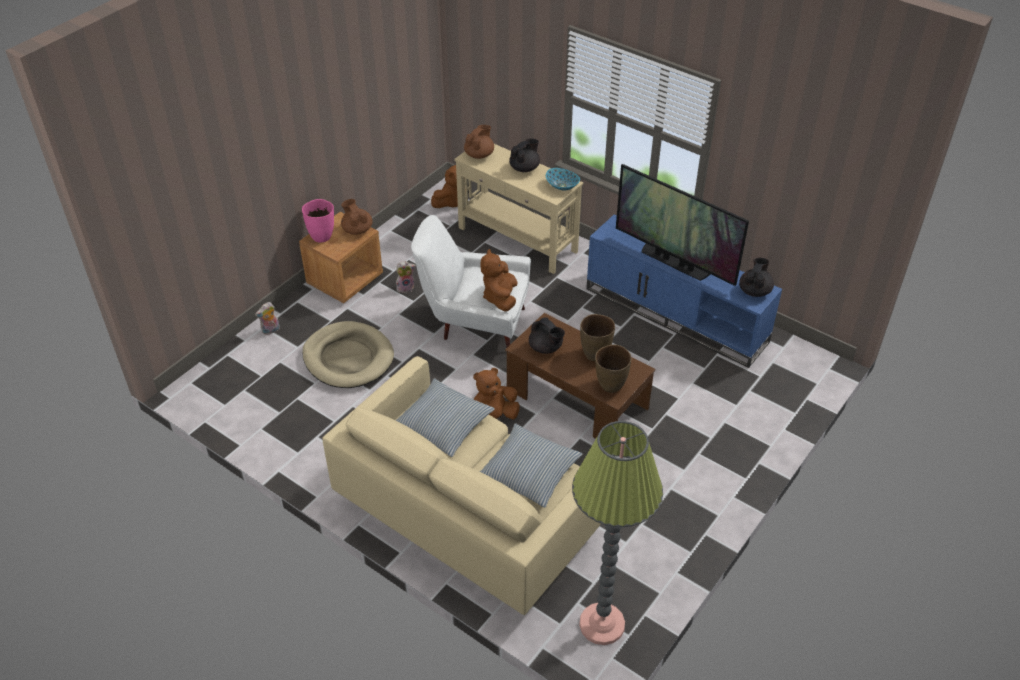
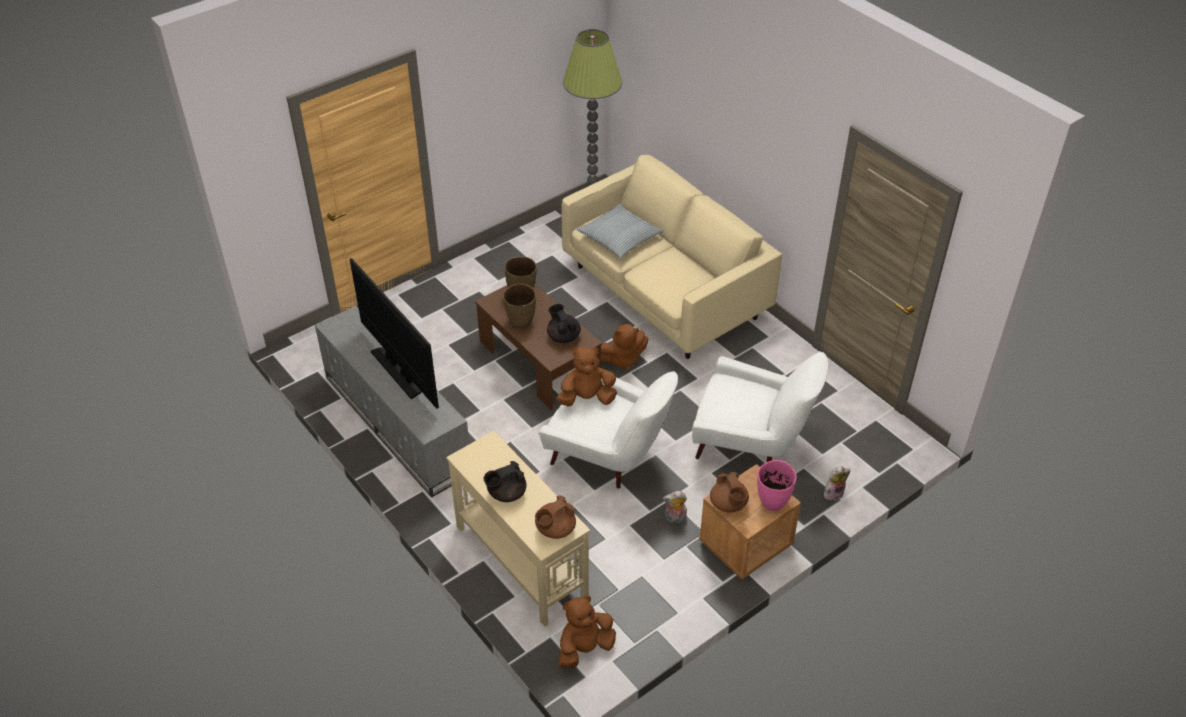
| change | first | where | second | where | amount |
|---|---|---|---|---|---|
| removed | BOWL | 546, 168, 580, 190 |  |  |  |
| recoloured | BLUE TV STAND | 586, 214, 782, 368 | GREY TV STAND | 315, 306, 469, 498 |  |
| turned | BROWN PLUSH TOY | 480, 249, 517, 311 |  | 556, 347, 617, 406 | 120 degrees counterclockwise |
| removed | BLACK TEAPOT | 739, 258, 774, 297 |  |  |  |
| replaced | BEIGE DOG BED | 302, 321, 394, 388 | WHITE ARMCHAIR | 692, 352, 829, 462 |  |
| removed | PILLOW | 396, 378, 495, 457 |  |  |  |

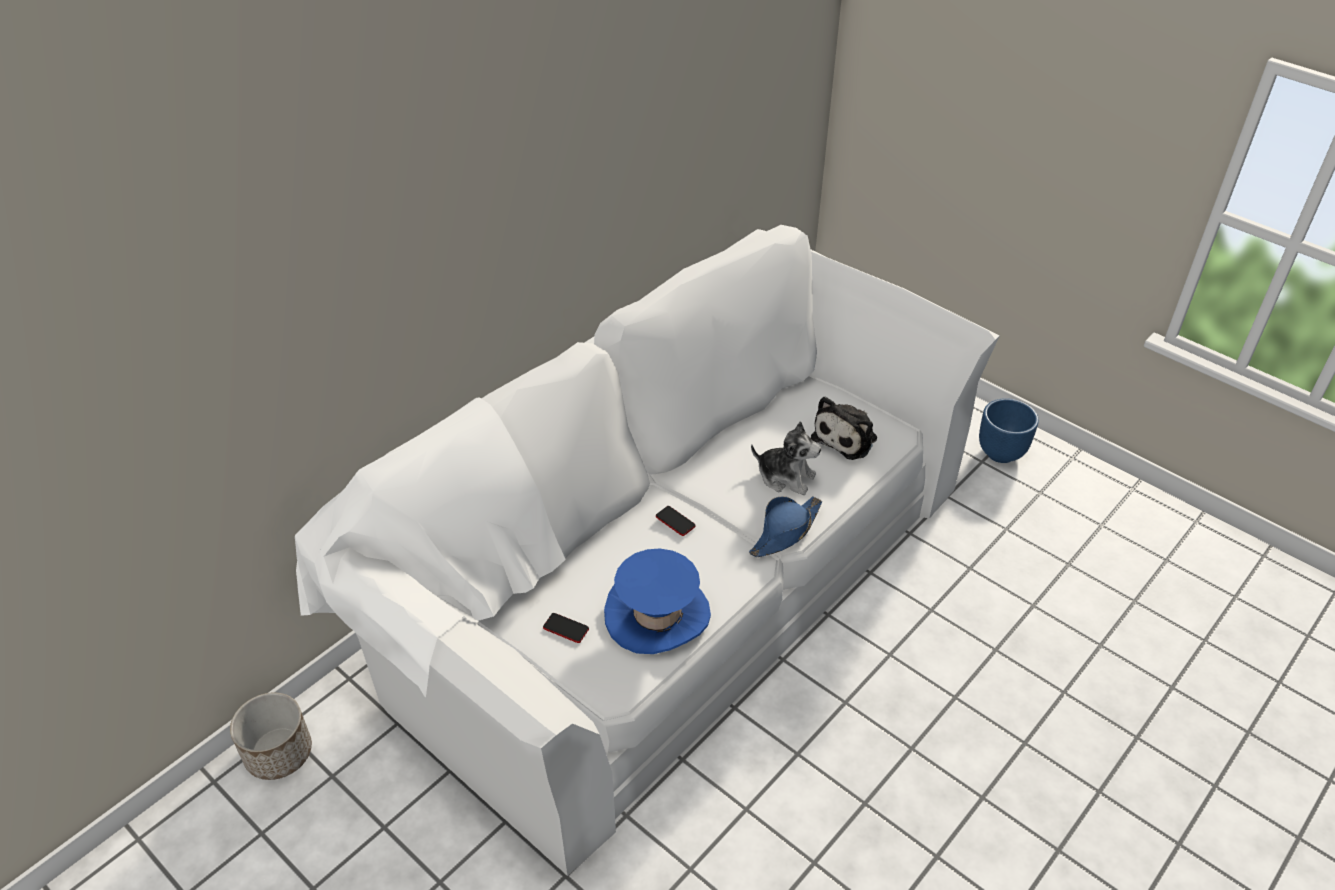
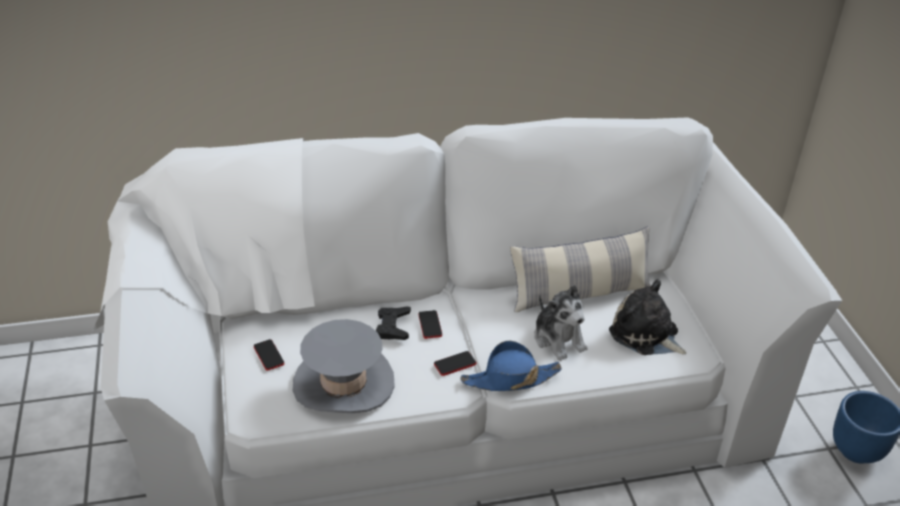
| change | first | where | second | where | amount |
|---|---|---|---|---|---|
| turned | PLUSH TOY | 811, 396, 877, 460 |  | 609, 279, 689, 355 | 60 degrees clockwise |
| recoloured | BLUE HAT | 604, 549, 711, 654 | GREY HAT | 293, 319, 395, 413 |  |
| removed | PLANTER | 230, 693, 312, 780 |  |  |  |
| added |  |  | PILLOW | 510, 226, 651, 312 |  |
| added |  |  | BLACK GAME CONTROLLER | 376, 306, 411, 340 |  |
| added |  |  | PHONE | 434, 351, 476, 376 |  |

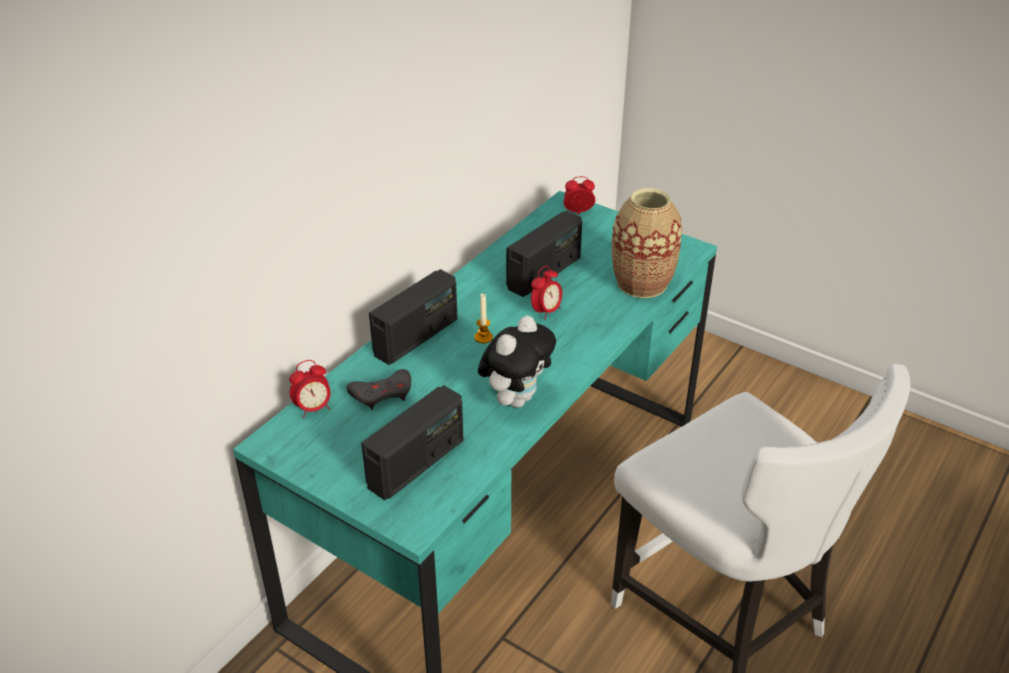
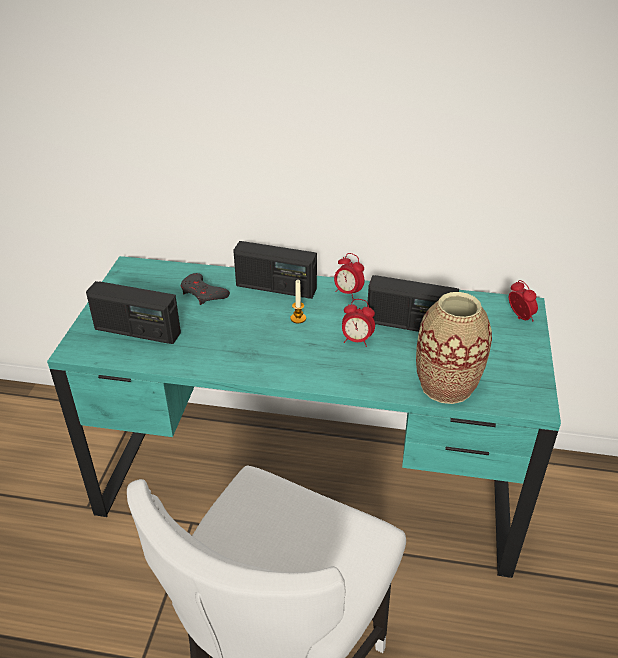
| change | first | where | second | where | amount |
|---|---|---|---|---|---|
| removed | PLUSH TOY | 478, 315, 556, 408 |  |  |  |
| moved | ALARM CLOCK | 289, 360, 331, 418 |  | 334, 253, 364, 299 |  |

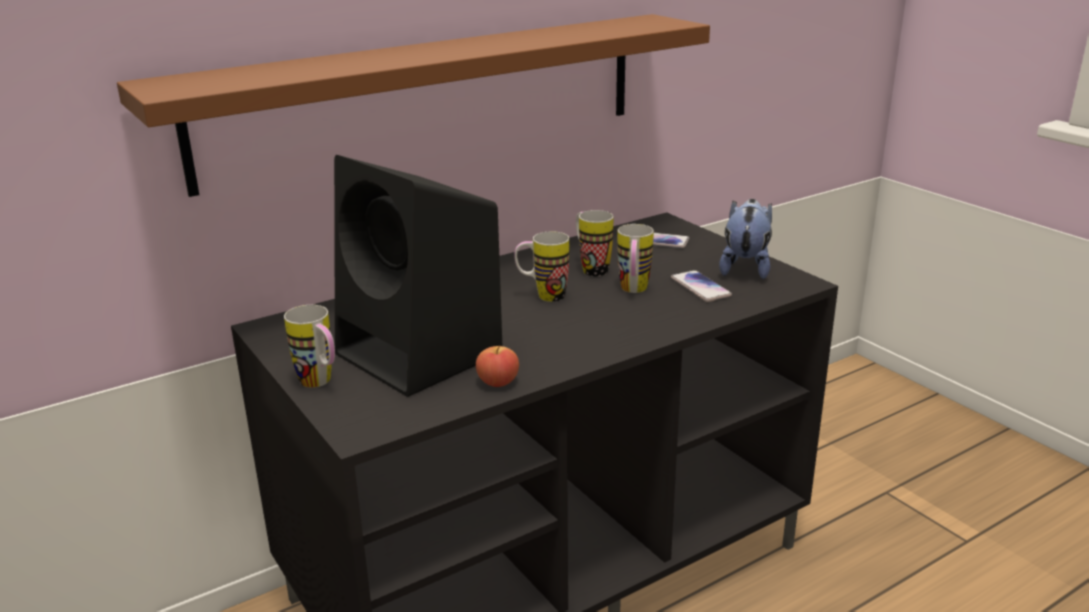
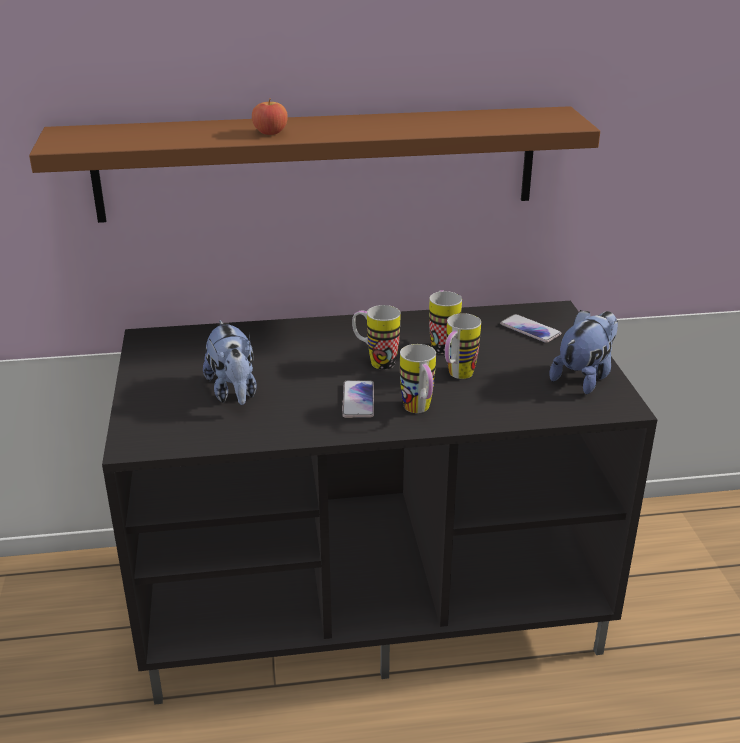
| change | first | where | second | where | amount |
|---|---|---|---|---|---|
| replaced | BLACK SPEAKER | 334, 155, 502, 397 | PLUSH TOY | 203, 320, 257, 405 |  |
| moved | PHONE | 671, 270, 732, 302 |  | 342, 381, 374, 418 |  |
| moved | MUG | 284, 305, 335, 388 |  | 400, 344, 436, 413 |  |
| moved | APPLE | 476, 346, 519, 387 |  | 252, 98, 288, 135 |  |

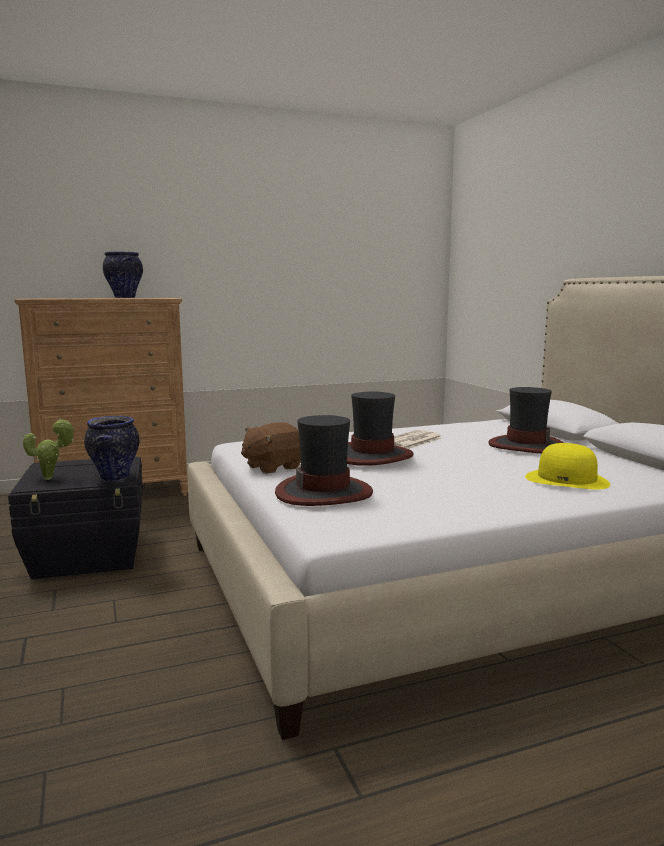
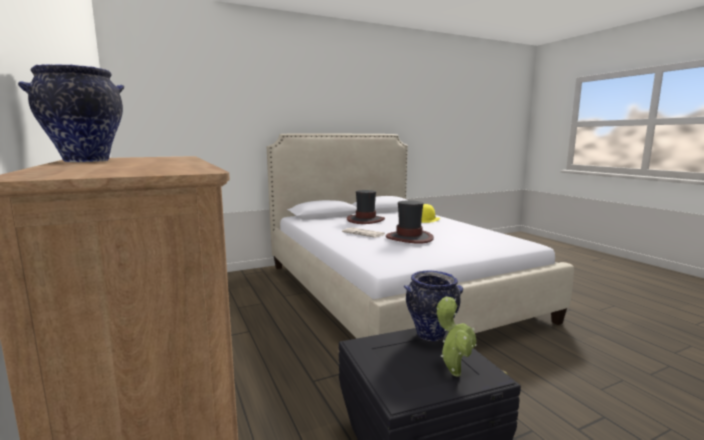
| change | first | where | second | where | amount |
|---|---|---|---|---|---|
| removed | HAT | 275, 415, 373, 506 |  |  |  |
| removed | BROWN PLUSH TOY | 241, 422, 301, 474 |  |  |  |

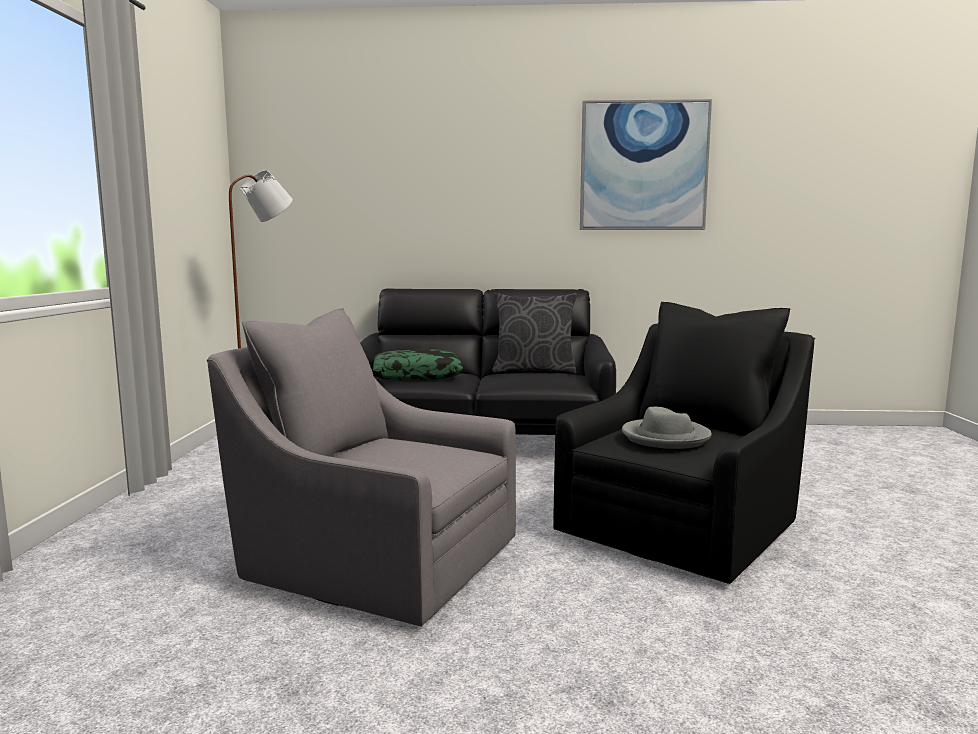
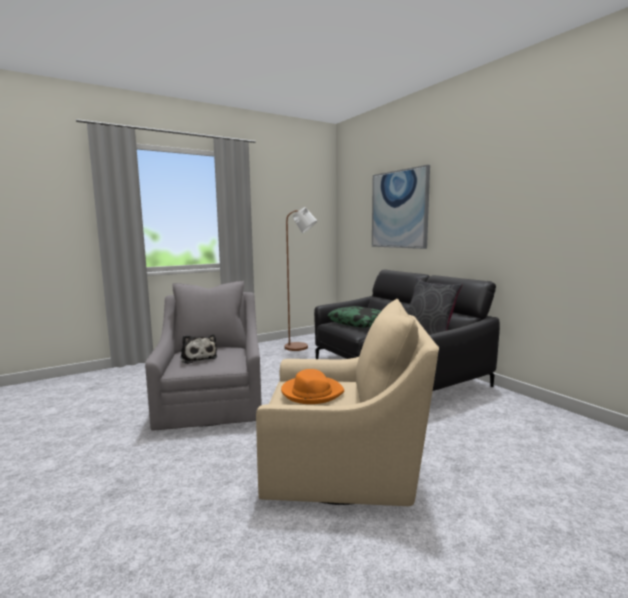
| change | first | where | second | where | amount |
|---|---|---|---|---|---|
| moved | PICTURE | 580, 99, 712, 230 |  | 372, 165, 430, 249 |  |
| recoloured | BLACK ARMCHAIR | 553, 302, 815, 584 | BEIGE ARMCHAIR | 256, 299, 439, 506 |  |
| recoloured | GREY HAT | 622, 407, 712, 449 | ORANGE HAT | 281, 369, 344, 404 |  |
| added |  |  | PLUSH TOY | 180, 334, 217, 364 |  |

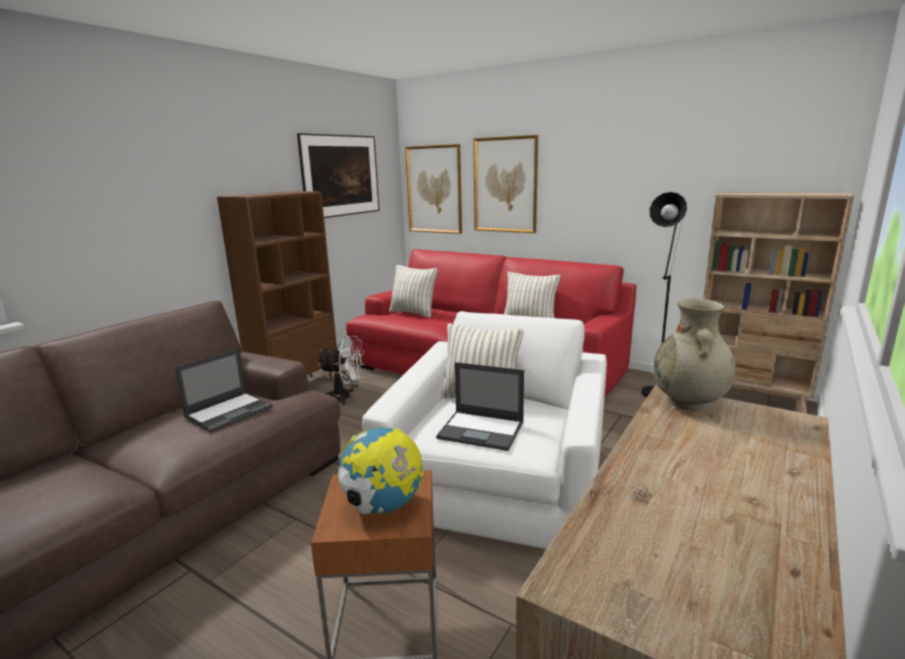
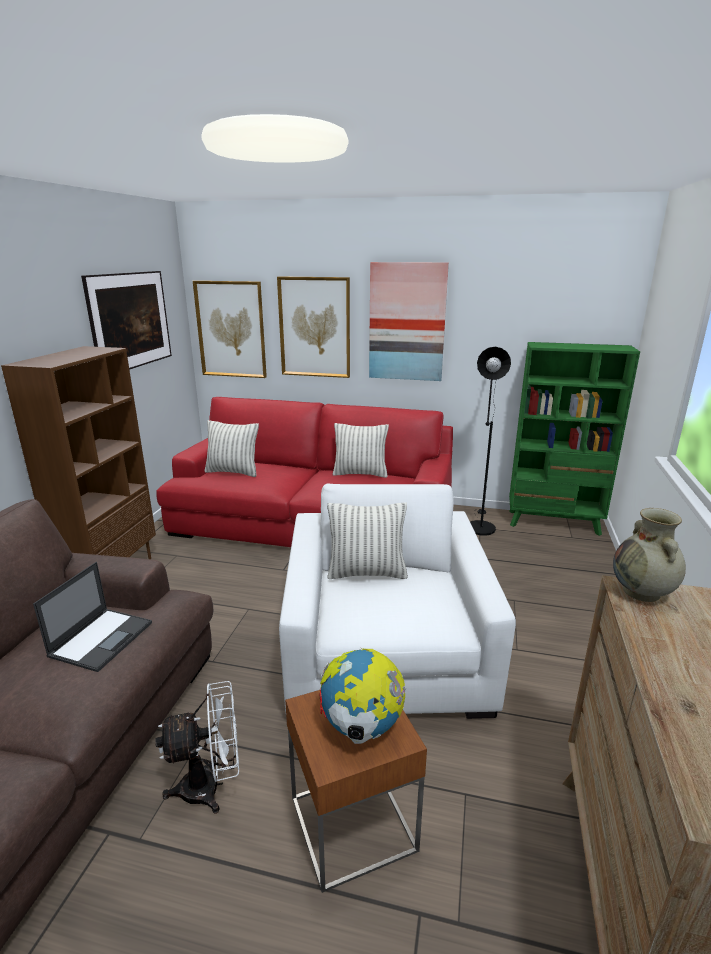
| change | first | where | second | where | amount |
|---|---|---|---|---|---|
| recoloured | BEIGE BOOKCASE | 703, 193, 854, 414 | GREEN BOOKCASE | 509, 342, 640, 536 |  |
| moved | WHITE FAN | 318, 336, 364, 405 |  | 155, 681, 239, 814 |  |
| removed | LAPTOP | 436, 362, 524, 451 |  |  |  |
| added |  |  | PICTURE | 369, 262, 449, 381 |  |

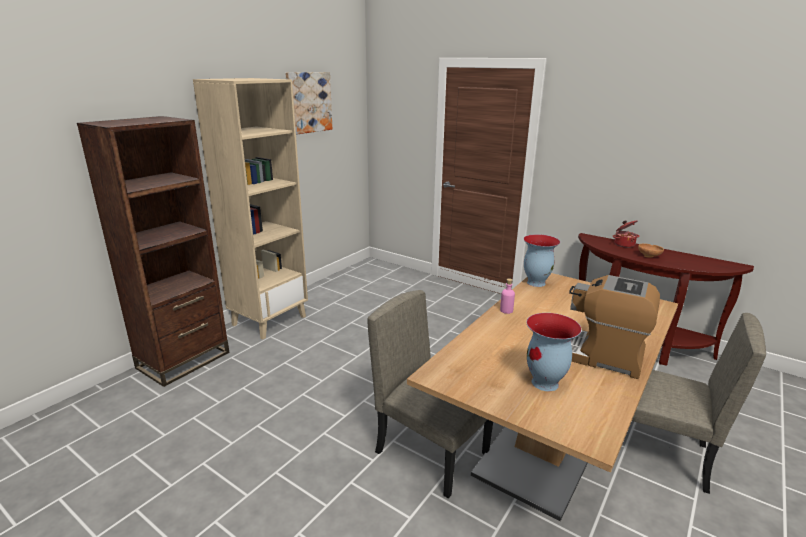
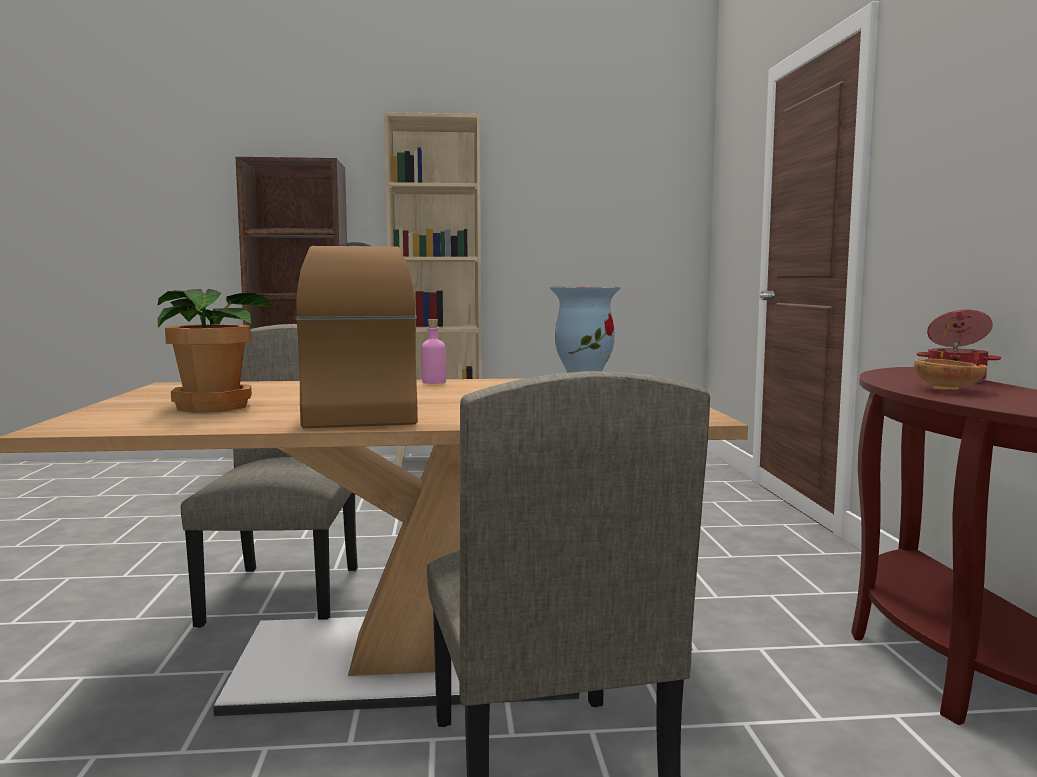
| change | first | where | second | where | amount |
|---|---|---|---|---|---|
| removed | PICTURE | 285, 72, 332, 135 |  |  |  |
| replaced | VASE | 527, 313, 582, 391 | POTTED PLANT | 157, 289, 276, 413 |  |

